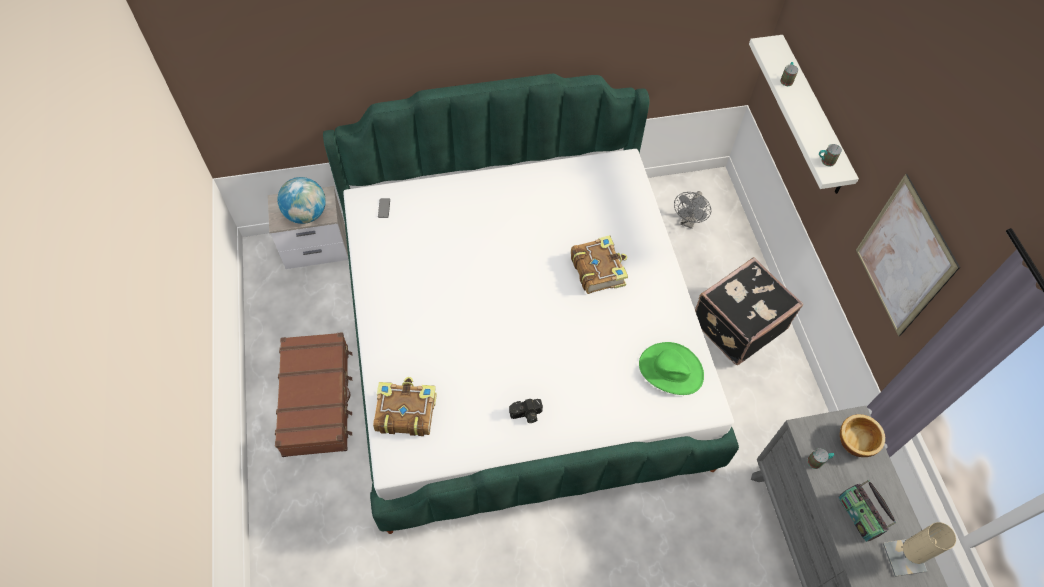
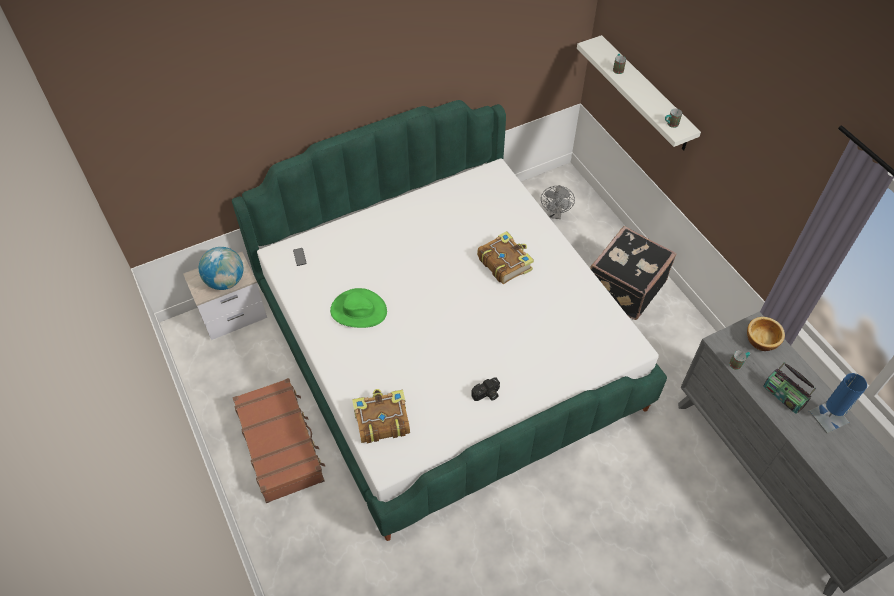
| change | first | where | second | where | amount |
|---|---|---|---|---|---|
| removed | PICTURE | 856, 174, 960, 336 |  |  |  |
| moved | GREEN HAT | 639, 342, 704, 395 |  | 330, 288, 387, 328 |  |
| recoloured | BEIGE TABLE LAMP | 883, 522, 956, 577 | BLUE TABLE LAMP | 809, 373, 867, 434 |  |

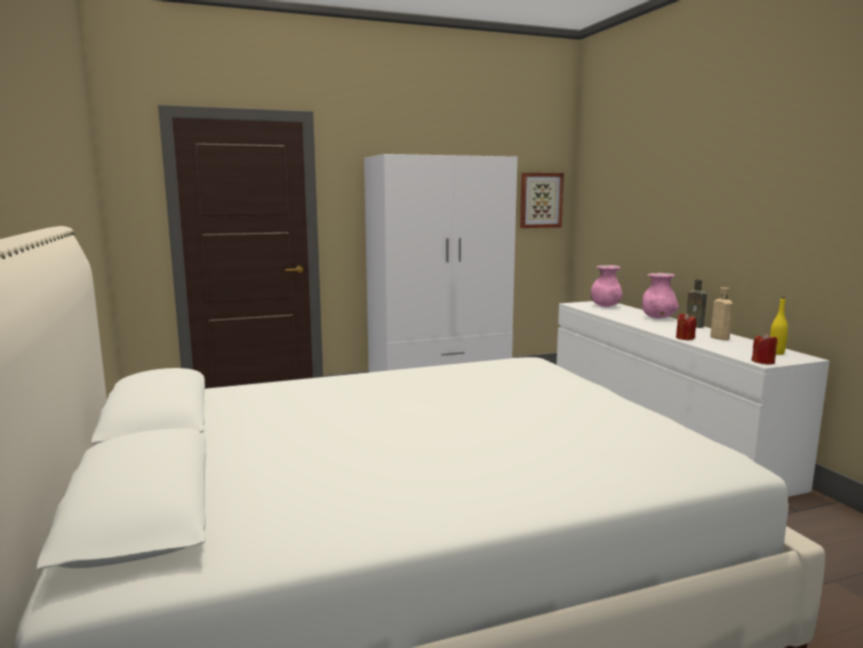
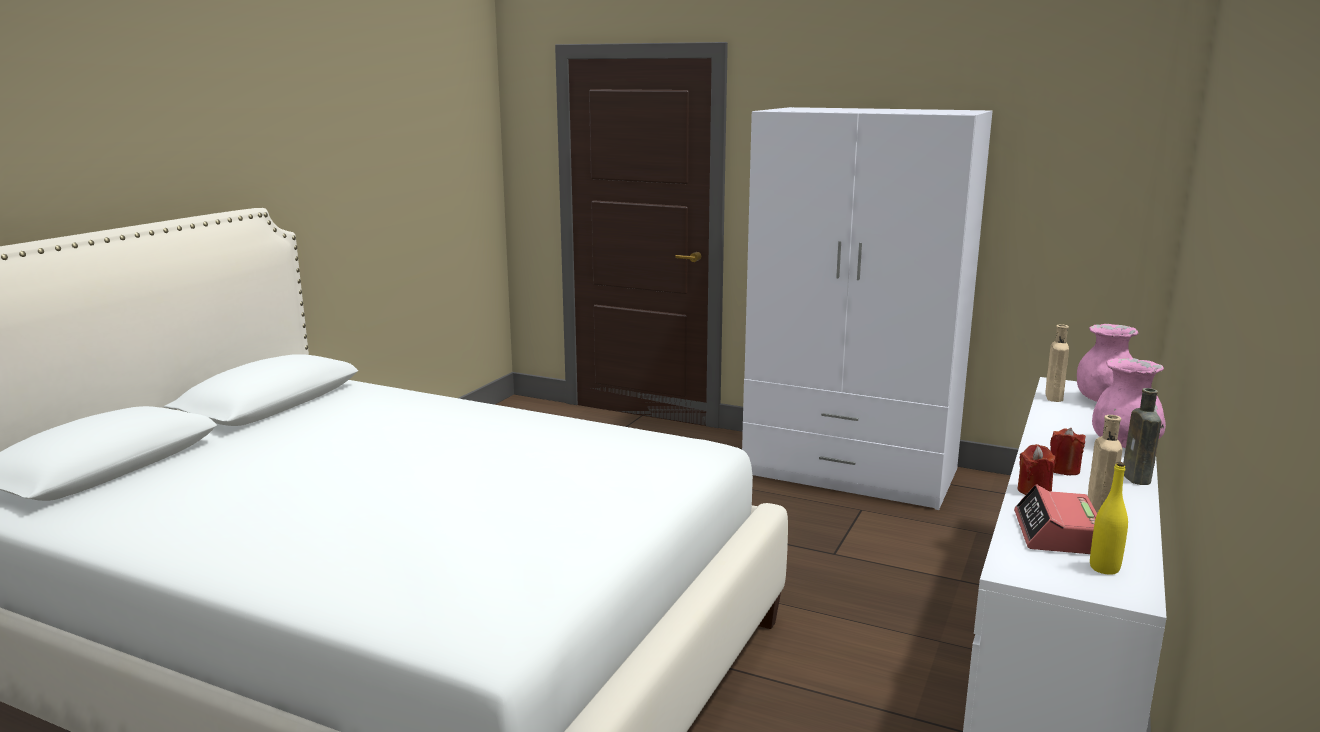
| change | first | where | second | where | amount |
|---|---|---|---|---|---|
| removed | PICTURE | 520, 173, 564, 228 |  |  |  |
| moved | RED CANDLE | 751, 333, 778, 365 |  | 1050, 428, 1086, 475 |  |
| added |  |  | BEIGE BOTTLE | 1045, 324, 1069, 402 |  |
| added |  |  | ALARM CLOCK | 1014, 484, 1097, 554 |  |

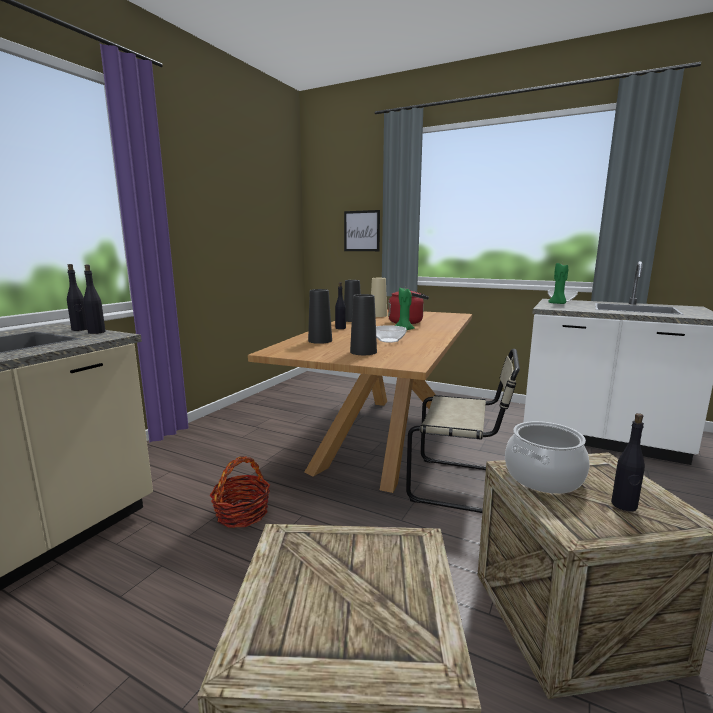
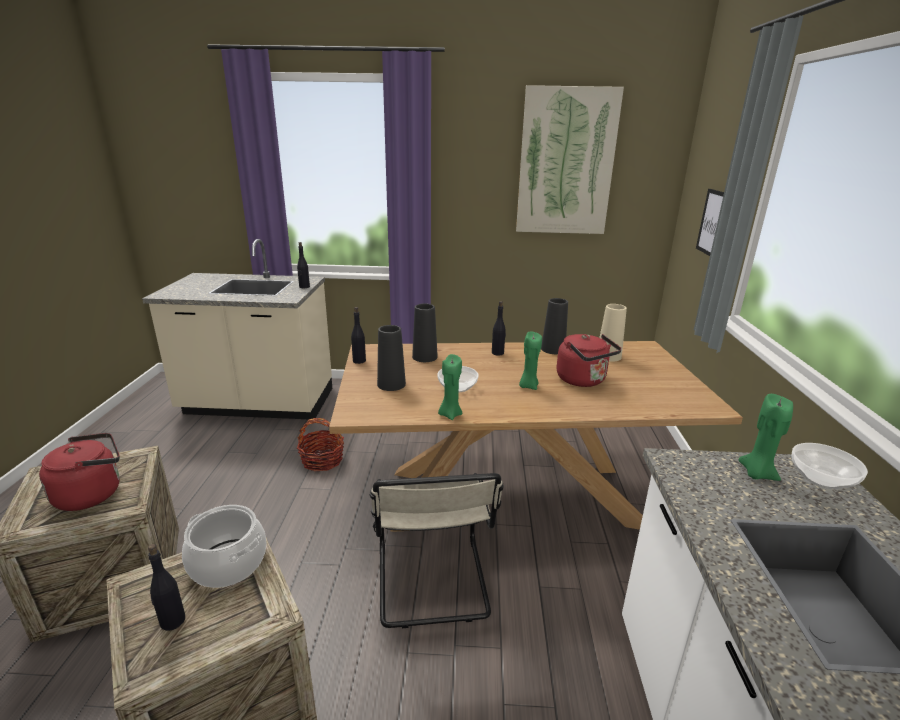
| change | first | where | second | where | amount |
|---|---|---|---|---|---|
| moved | BLACK BOTTLE | 83, 265, 106, 334 |  | 351, 307, 366, 364 |  |
| added |  |  | PICTURE | 516, 85, 624, 234 |  |
| added |  |  | GREEN CANDLE | 438, 354, 462, 420 |  |
| added |  |  | RED KETTLE | 39, 433, 120, 511 |  |

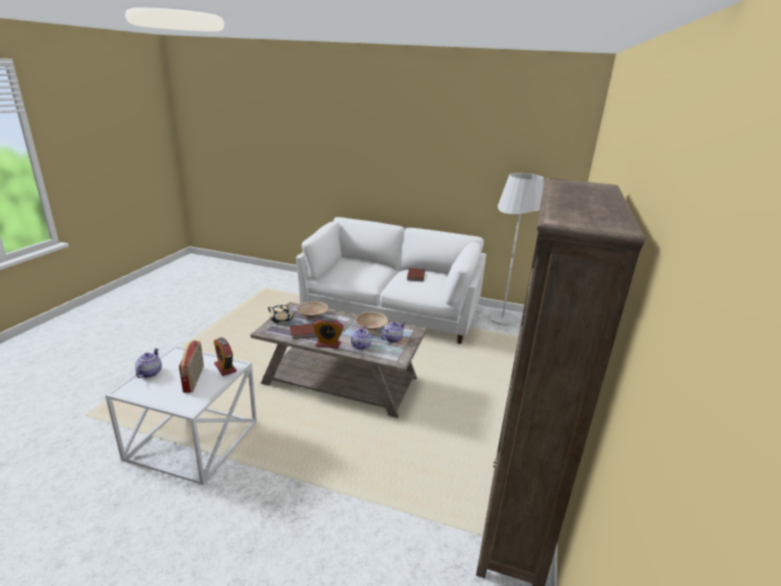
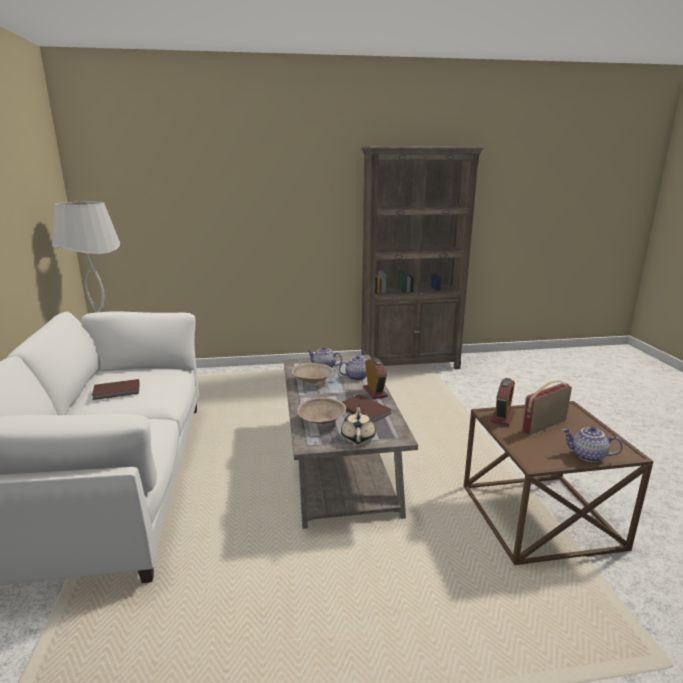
| change | first | where | second | where | amount |
|---|---|---|---|---|---|
| recoloured | WHITE SIDE TABLE | 105, 345, 257, 485 | BROWN SIDE TABLE | 464, 401, 654, 565 |  |
| turned | TEAPOT | 135, 348, 162, 378 |  | 562, 426, 623, 462 | 45 degrees clockwise |

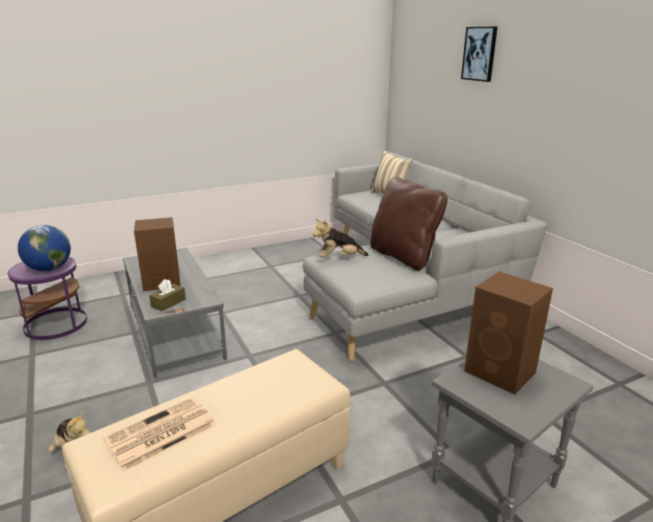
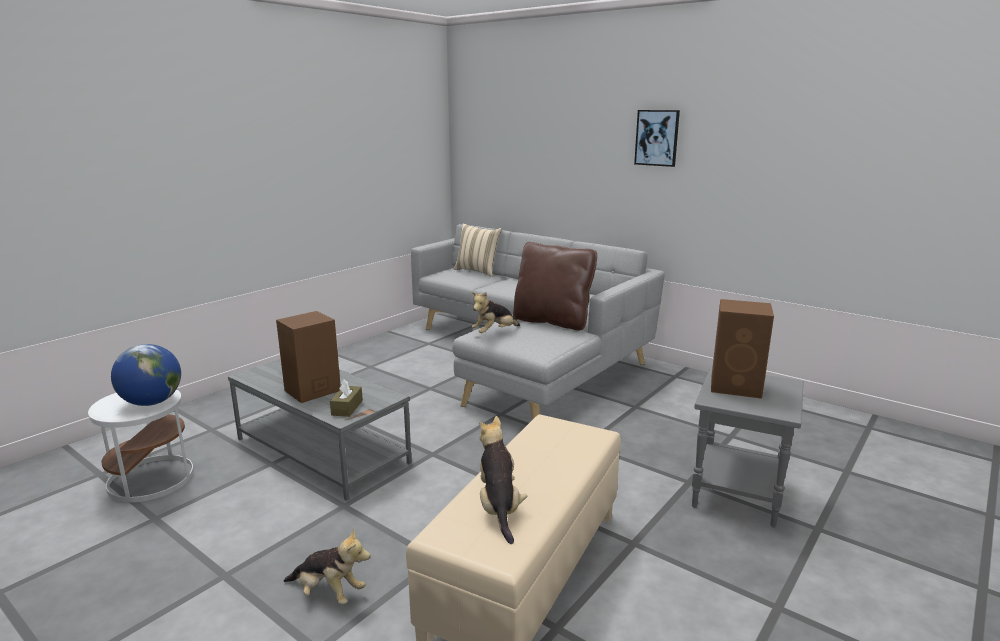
| change | first | where | second | where | amount |
|---|---|---|---|---|---|
| moved | PICTURE | 461, 27, 497, 82 |  | 634, 110, 680, 167 |  |
| recoloured | PURPLE SIDE TABLE | 7, 257, 87, 340 | WHITE SIDE TABLE | 88, 389, 194, 502 |  |
| replaced | NEWSPAPER | 103, 397, 216, 472 | PLUSH TOY | 479, 416, 528, 544 |  |

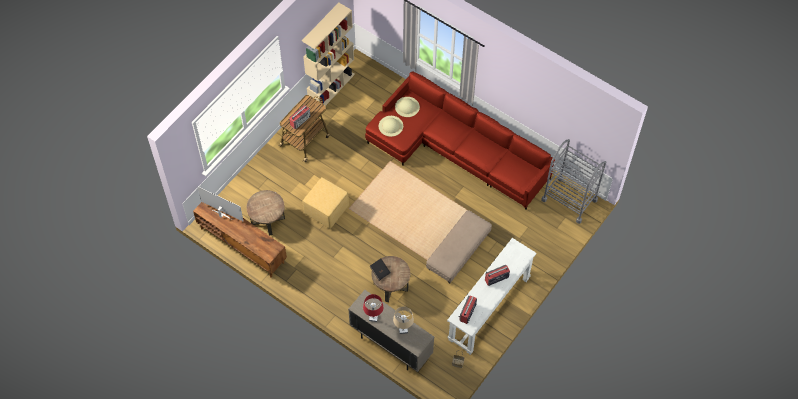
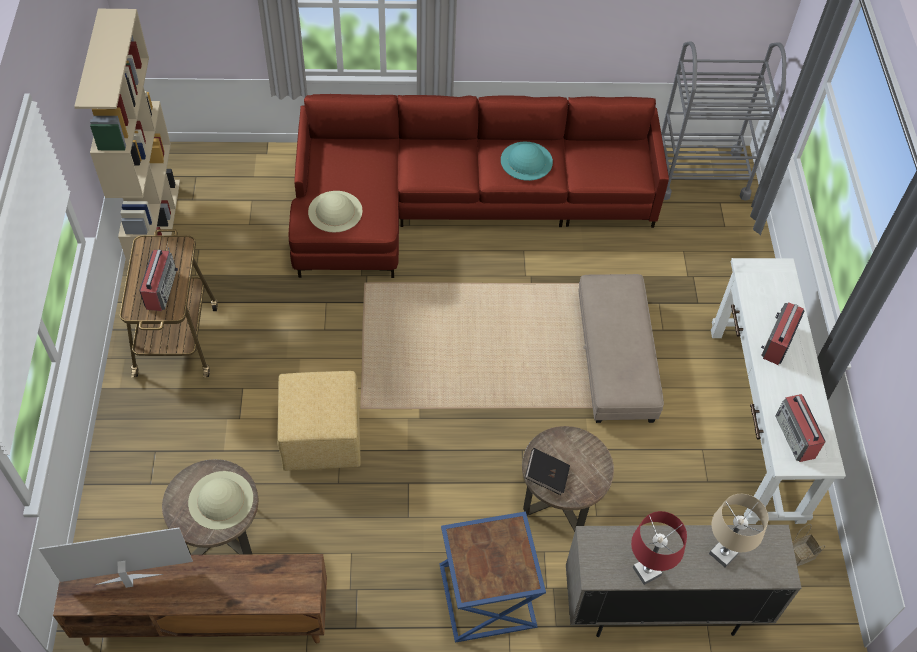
| change | first | where | second | where | amount |
|---|---|---|---|---|---|
| moved | BEIGE HAT | 395, 97, 420, 117 |  | 188, 471, 253, 530 |  |
| added |  |  | TURQUOISE HAT | 501, 142, 553, 181 |  |
| added |  |  | BLUE SIDE TABLE | 439, 511, 546, 643 |  |

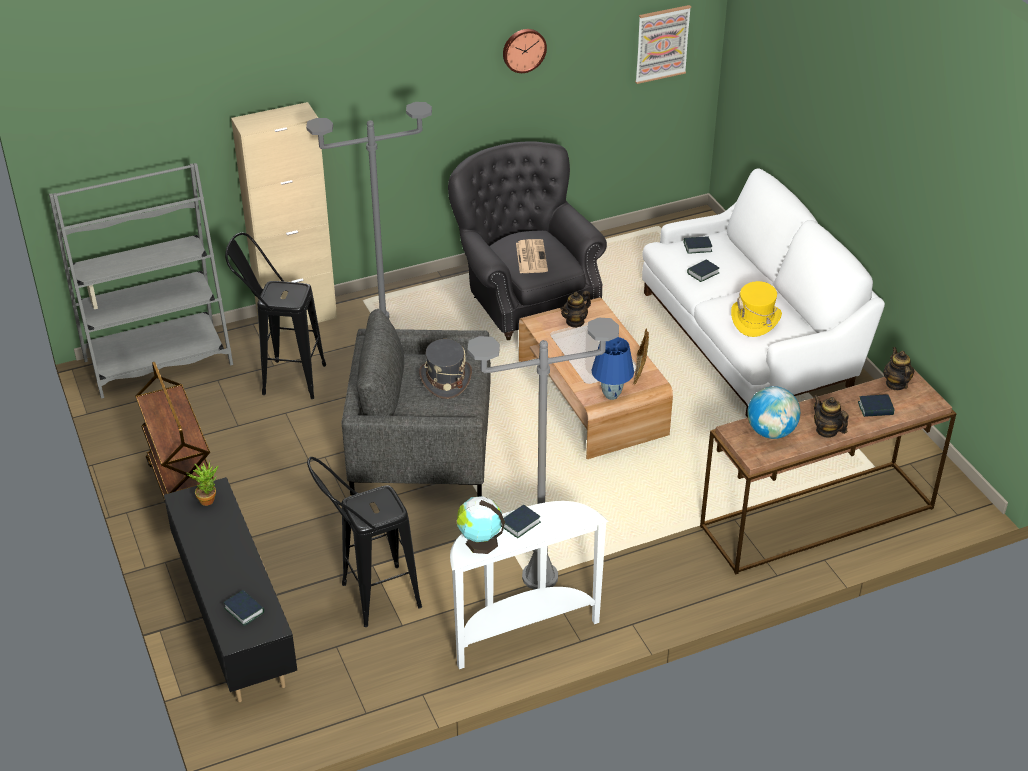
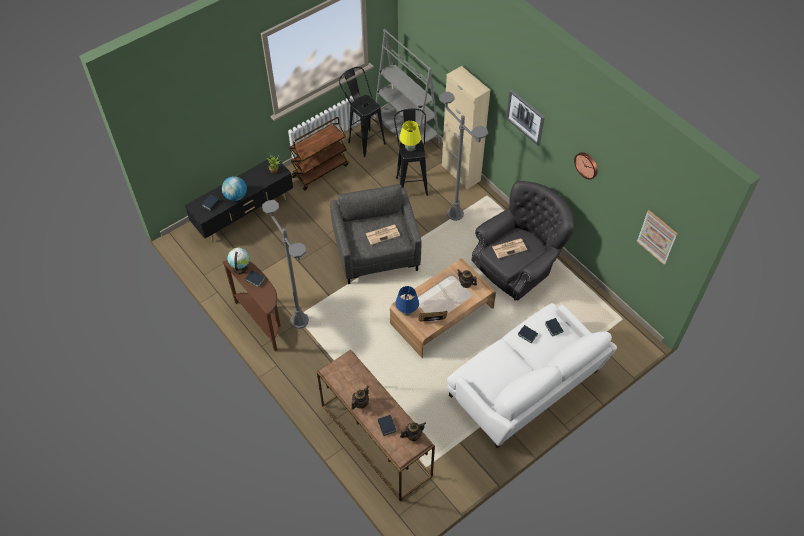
| change | first | where | second | where | amount |
|---|---|---|---|---|---|
| removed | YELLOW HAT | 731, 281, 782, 337 |  |  |  |
| replaced | GREY HAT | 419, 339, 472, 399 | NEWSPAPER | 366, 225, 400, 245 |  |
| moved | GLOBE | 747, 386, 800, 439 |  | 222, 176, 247, 201 |  |
| moved | BLACK STOOL | 307, 457, 422, 627 |  | 339, 67, 386, 157 |  |
| recoloured | WHITE CONSOLE TABLE | 450, 501, 609, 669 | BROWN CONSOLE TABLE | 223, 260, 281, 351 |  |
| added |  |  | PICTURE | 506, 89, 545, 146 |  |
| added |  |  | YELLOW TABLE LAMP | 399, 121, 421, 151 |  |

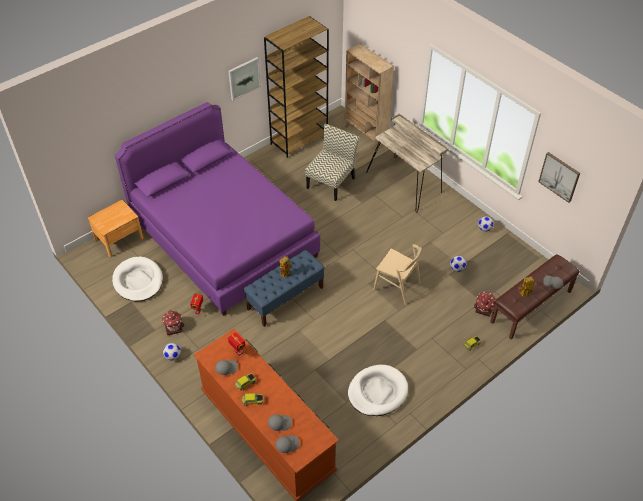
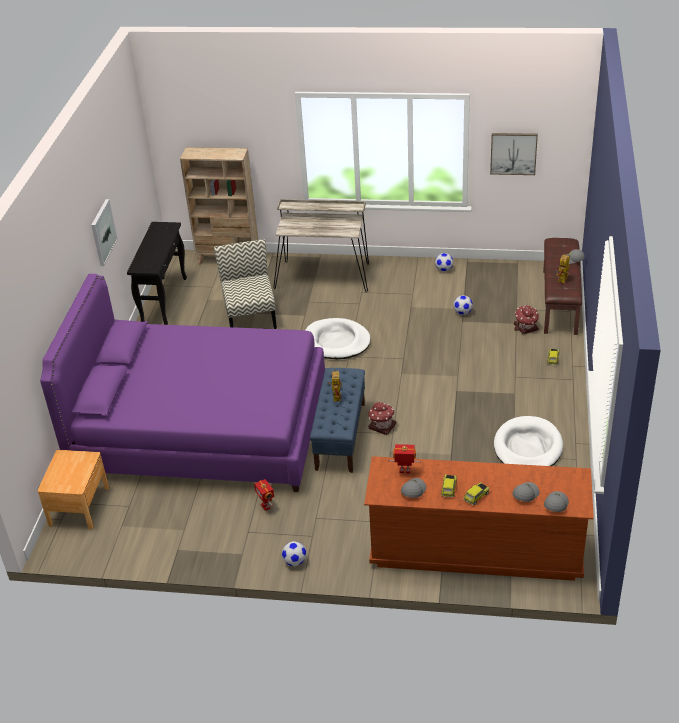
| change | first | where | second | where | amount |
|---|---|---|---|---|---|
| replaced | BROWN BOOKCASE | 264, 16, 329, 158 | BLACK CONSOLE TABLE | 127, 222, 187, 325 |  |
| removed | BEIGE CHAIR | 373, 244, 422, 305 |  |  |  |
| moved | WHITE DOG BED | 112, 257, 163, 301 |  | 305, 318, 371, 359 |  |
| moved | TOY HOUSE | 162, 310, 184, 335 |  | 368, 402, 396, 435 |  |

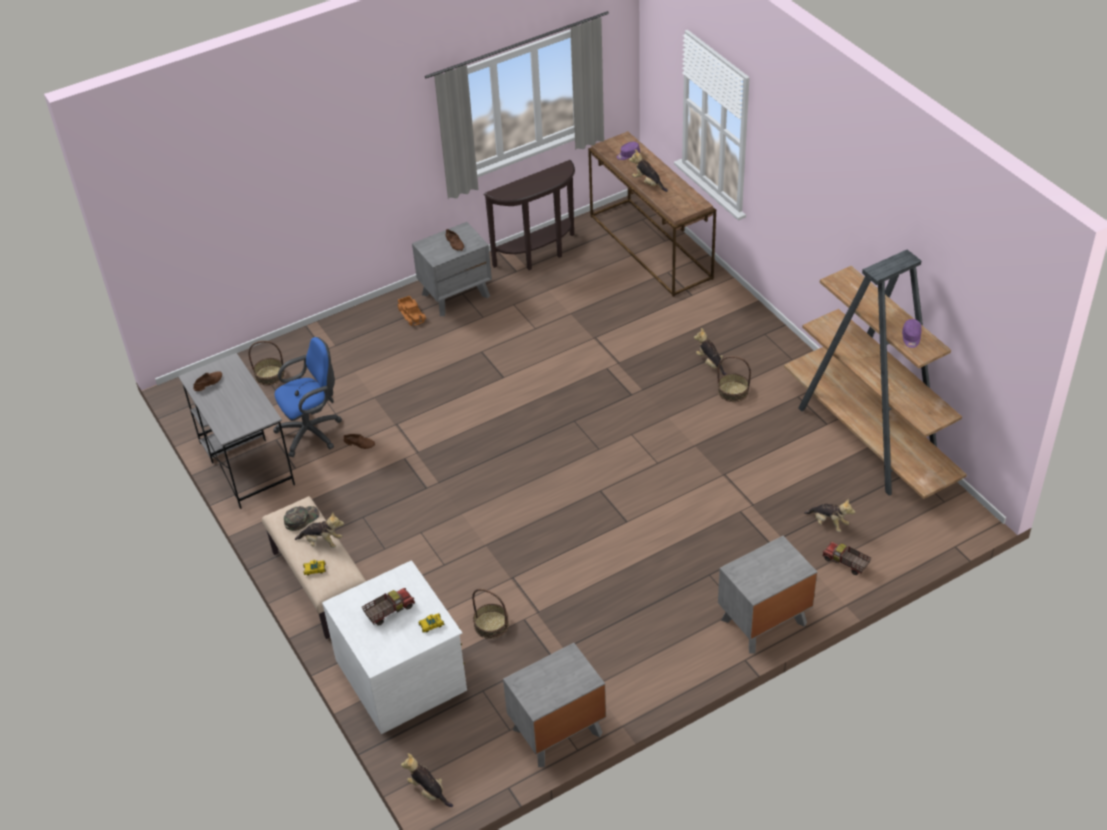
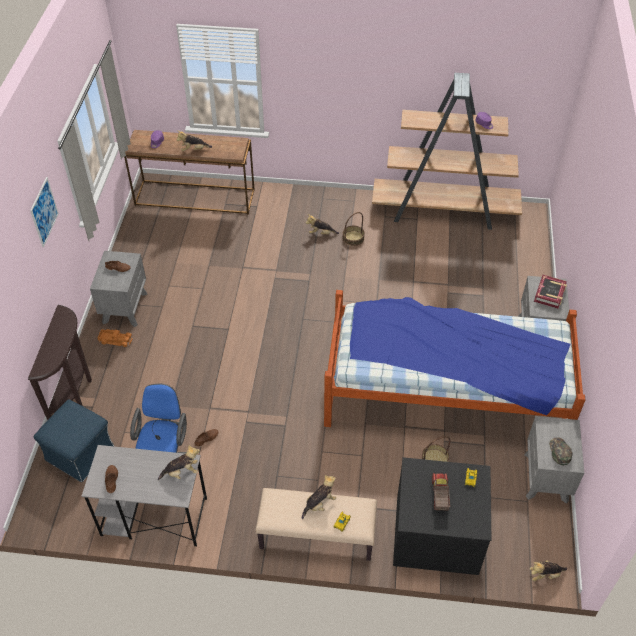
| change | first | where | second | where | amount |
|---|---|---|---|---|---|
| moved | BROWN CONSOLE TABLE | 484, 160, 575, 270 |  | 28, 305, 92, 420 |  |
| replaced | BASKET | 249, 341, 285, 386 | BLUE OTTOMAN | 33, 400, 114, 483 |  |
| moved | PLUSH TOY | 804, 499, 855, 532 |  | 158, 445, 200, 480 |  |
| moved | GREEN CAP | 284, 506, 320, 531 |  | 549, 437, 573, 465 |  |
| removed | TOY TRUCK | 822, 542, 872, 575 |  |  |  |
| recoloured | WHITE DRESSER | 322, 560, 467, 734 | BLACK DRESSER | 393, 457, 492, 575 |  |
| added |  |  | PICTURE | 30, 177, 59, 247 |  |
| added |  |  | BOOK | 534, 275, 567, 309 |  |
| added |  |  | BED | 324, 290, 585, 427 |  |

